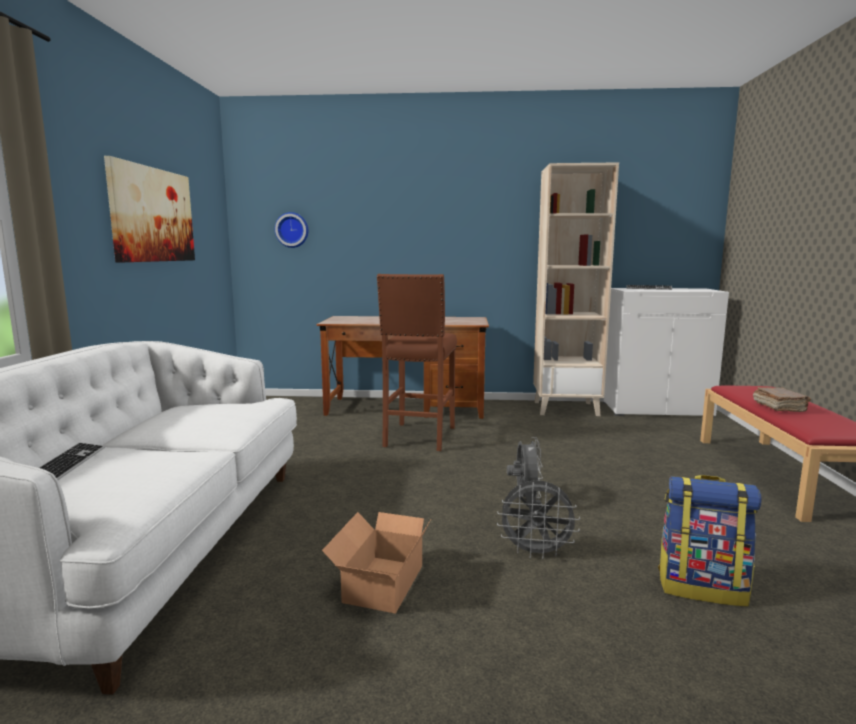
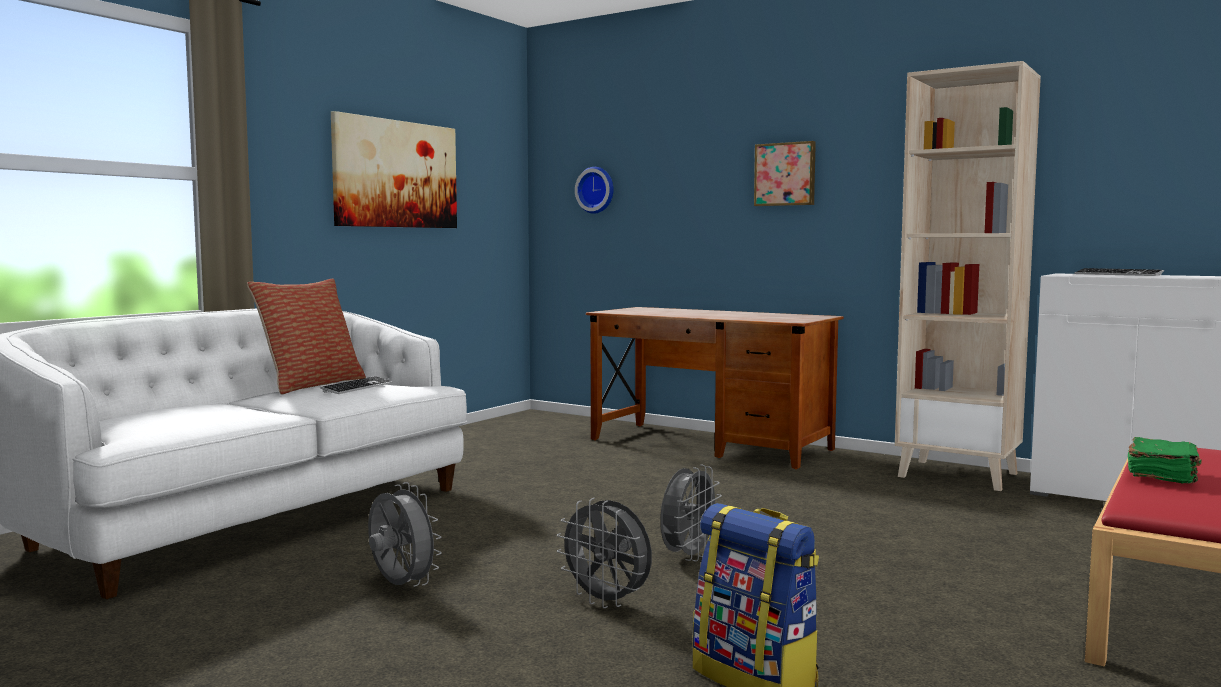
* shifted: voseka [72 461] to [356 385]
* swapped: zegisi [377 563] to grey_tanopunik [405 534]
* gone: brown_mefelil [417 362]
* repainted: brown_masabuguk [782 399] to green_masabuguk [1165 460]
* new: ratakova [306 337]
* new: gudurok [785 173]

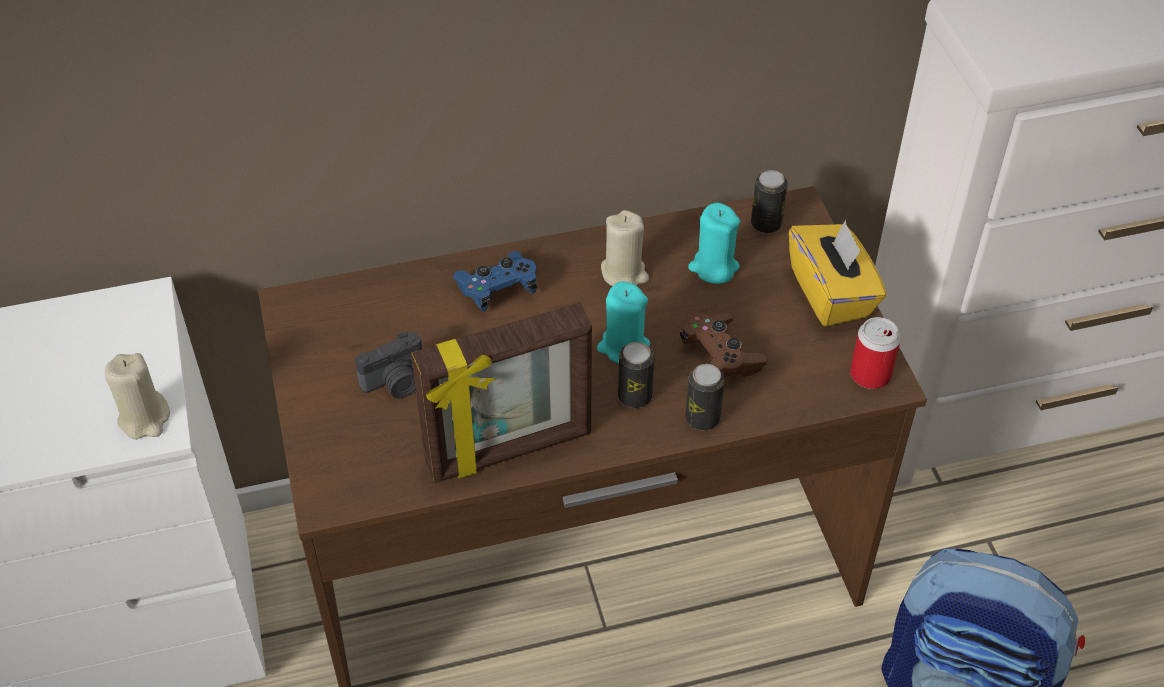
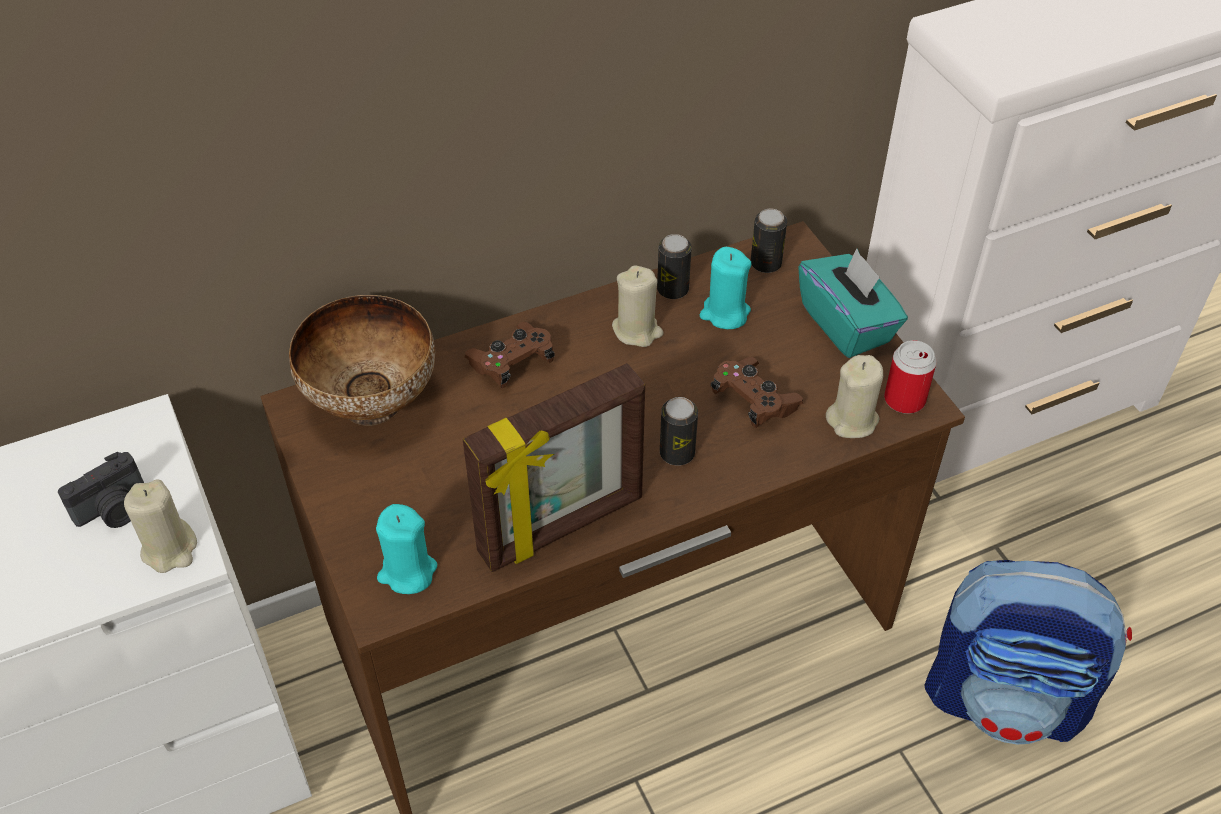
* shifted: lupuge [388 364] to [101 490]
* repainted: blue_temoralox [495 281] to brown_temoralox [509 355]
* shifted: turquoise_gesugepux [623 322] to [406 549]
* shifted: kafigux [705 397] to [674 266]
* repainted: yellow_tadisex [838 273] to turquoise_tadisex [853 303]
* new: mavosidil [362 360]
* new: beige_gesugepux [854 396]

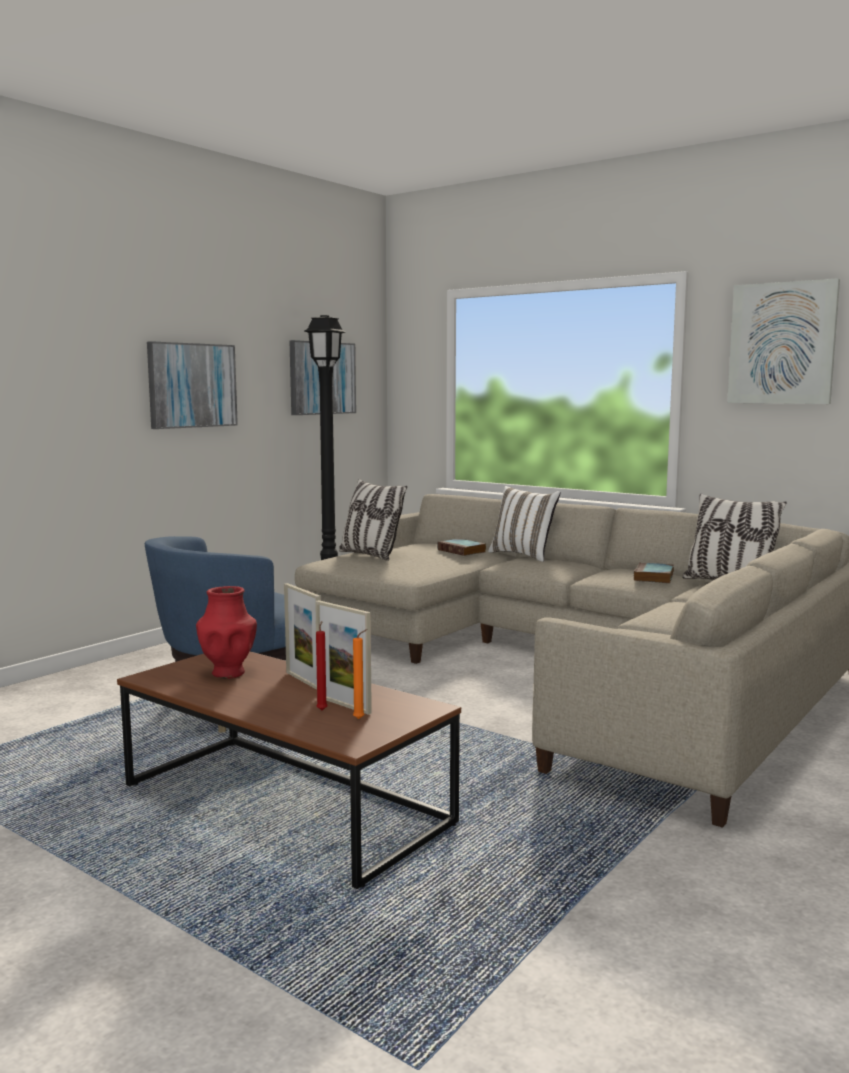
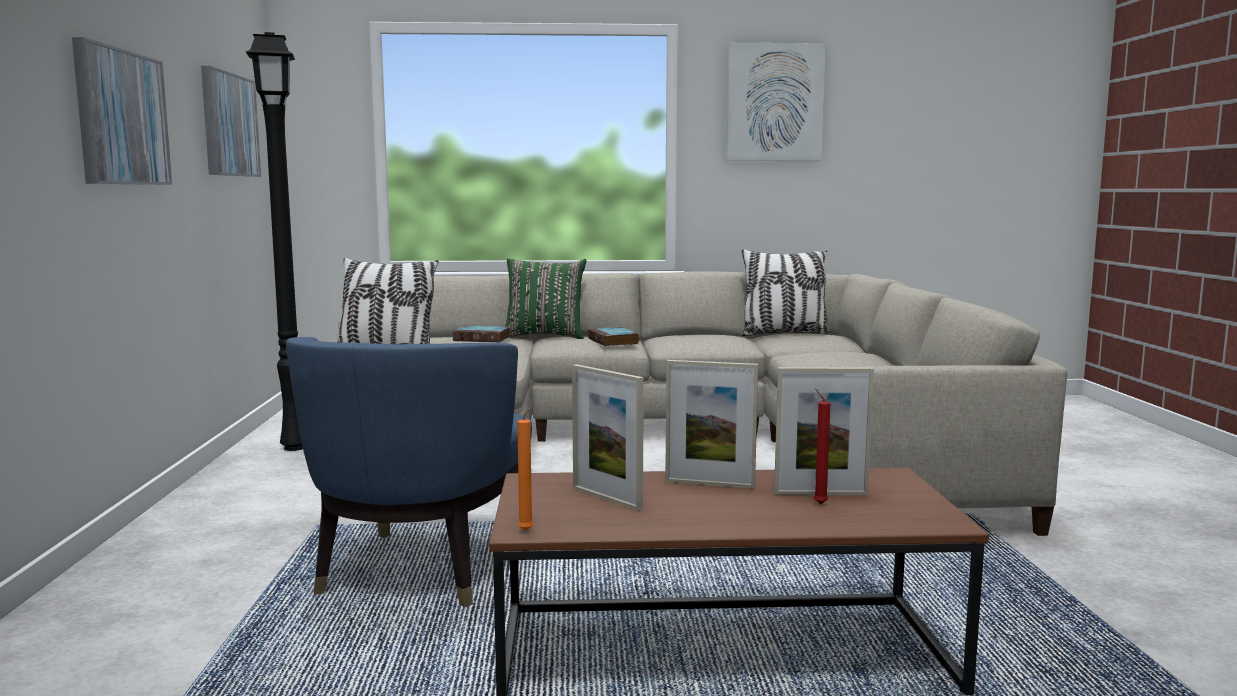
* swapped: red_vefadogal [226 632] to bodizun [608 437]
* shifted: orange_gesugepux [360 674] to [525 468]
* repainted: white_ratakova [524 524] to green_ratakova [545 298]
* shifted: masabuguk [654 572] to [613 336]

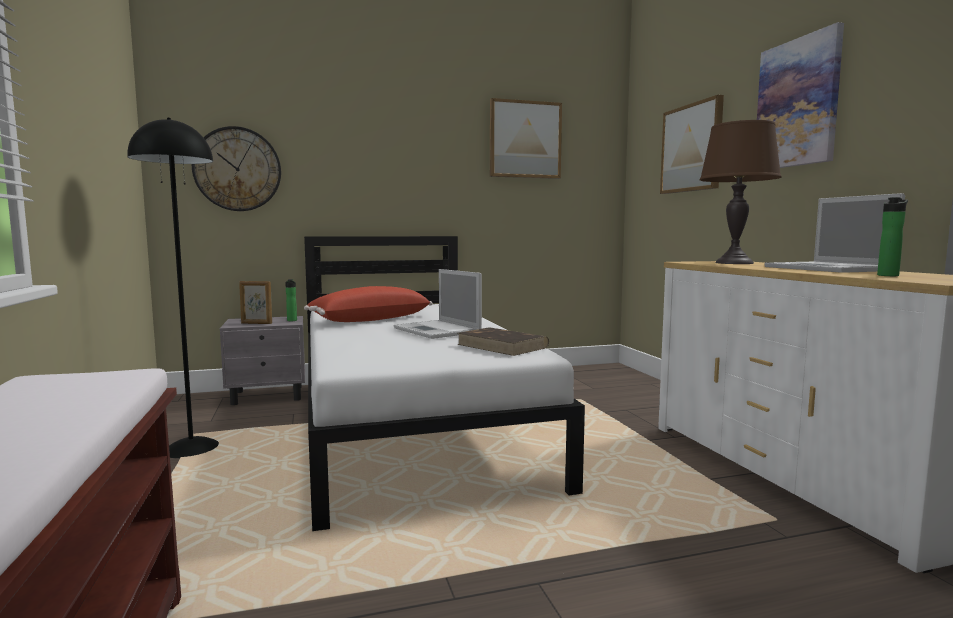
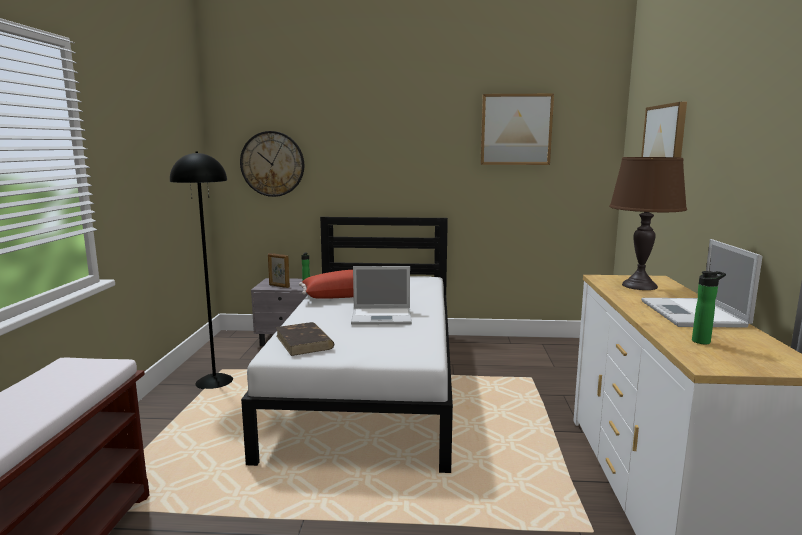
* rotated: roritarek [438 304] = [381 295] 75 degrees counterclockwise
* shifted: brown_masabuguk [503 341] to [305 339]
* gone: gudurok [800 95]

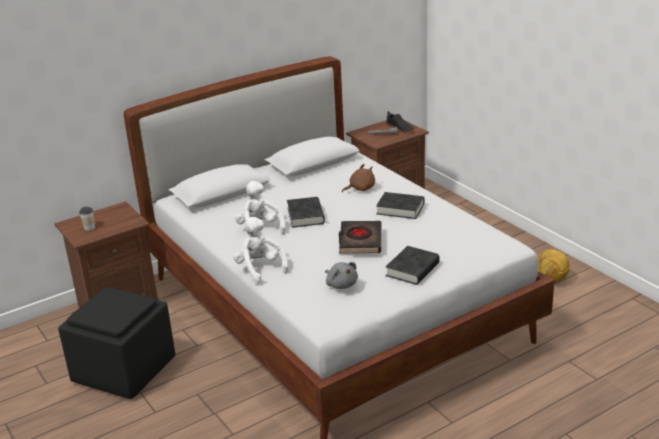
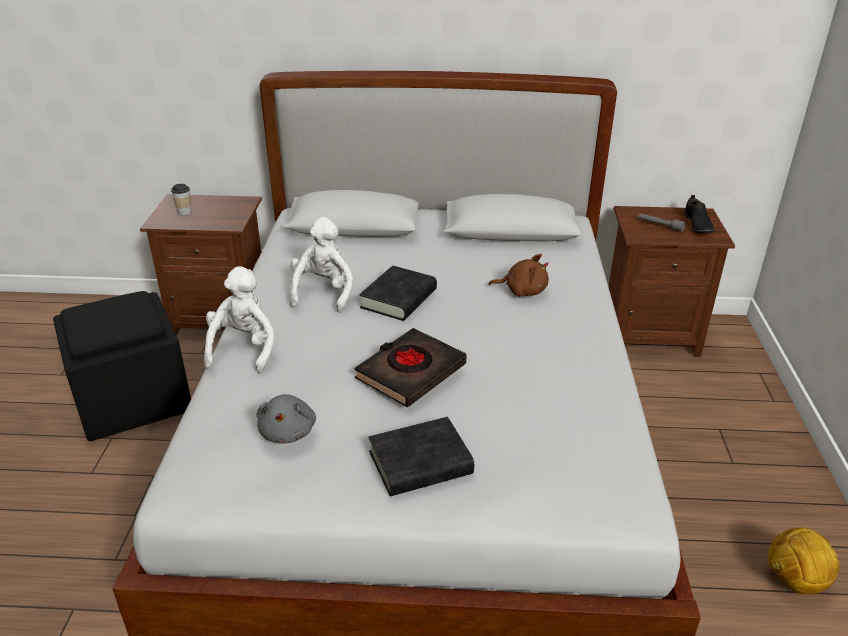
* gone: black_masabuguk [400 205]

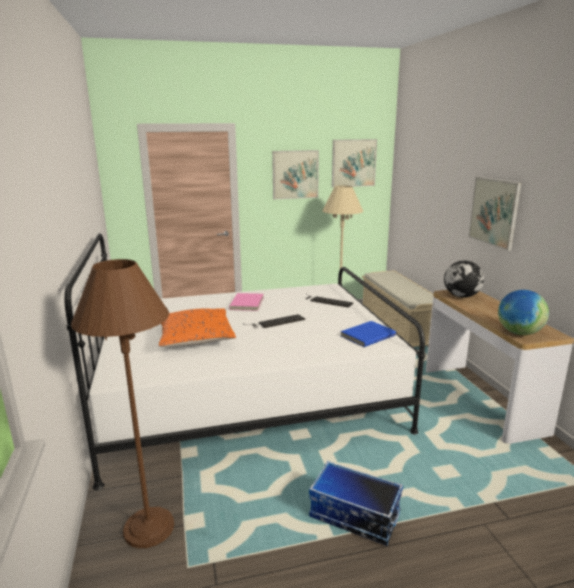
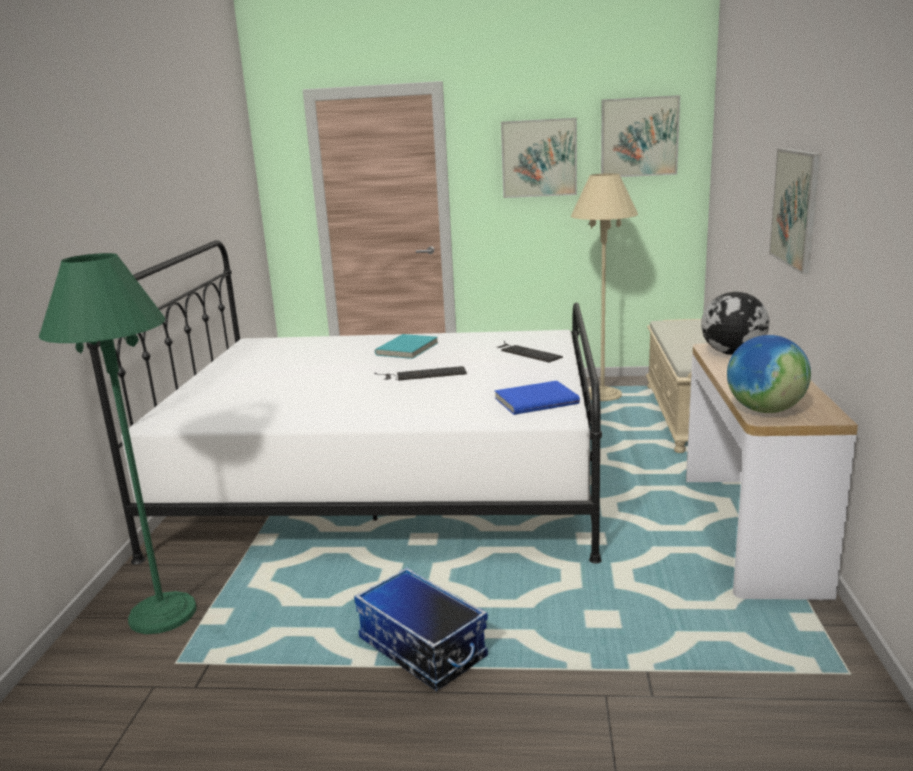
* repainted: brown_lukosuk [122 403] to green_lukosuk [117 443]
* gone: orange_ratakova [197 327]
* repainted: pink_masabuguk [246 302] to turquoise_masabuguk [406 346]

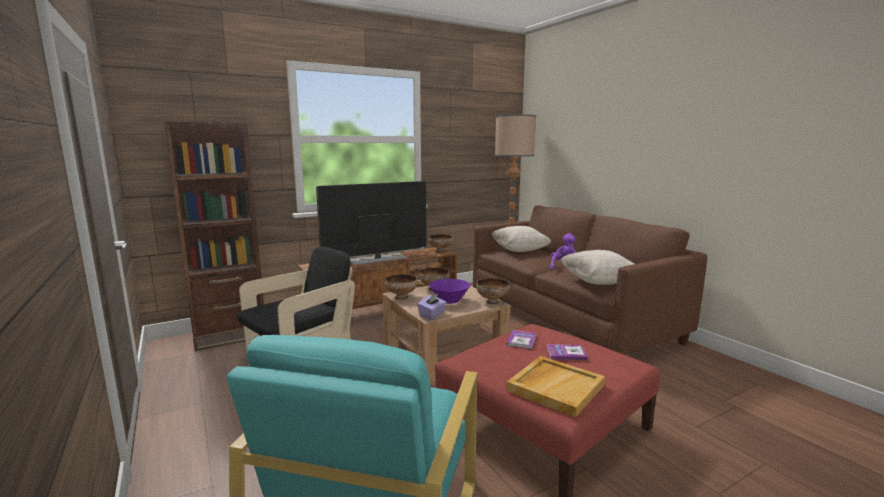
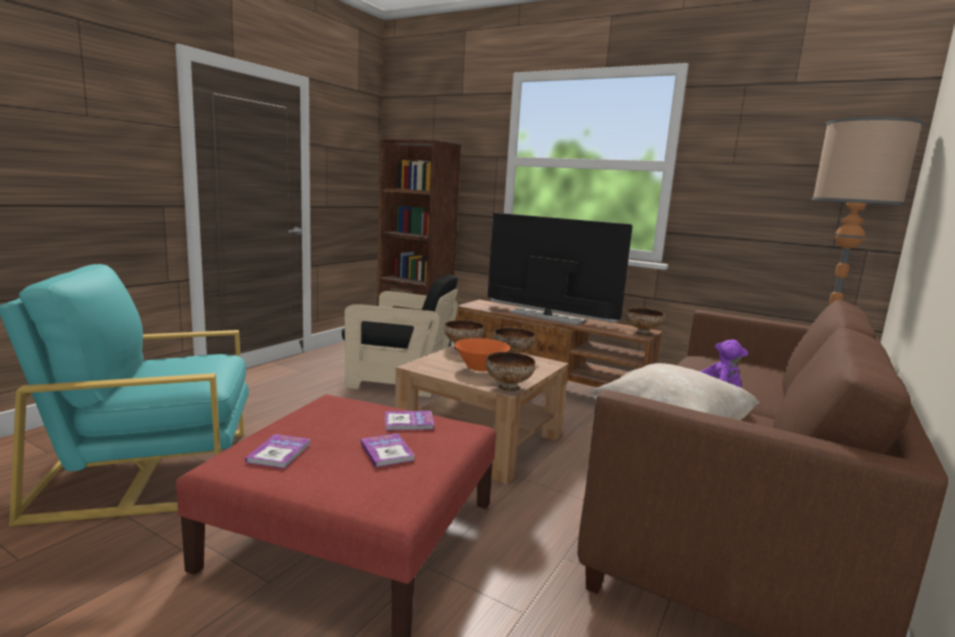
* gone: purple_tadisex [431 306]
* repainted: purple_mavosidil [449 291] to orange_mavosidil [482 354]
* gone: beige_ratakova [521 239]
* swapped: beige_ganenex [555 387] to masabuguk [277 451]

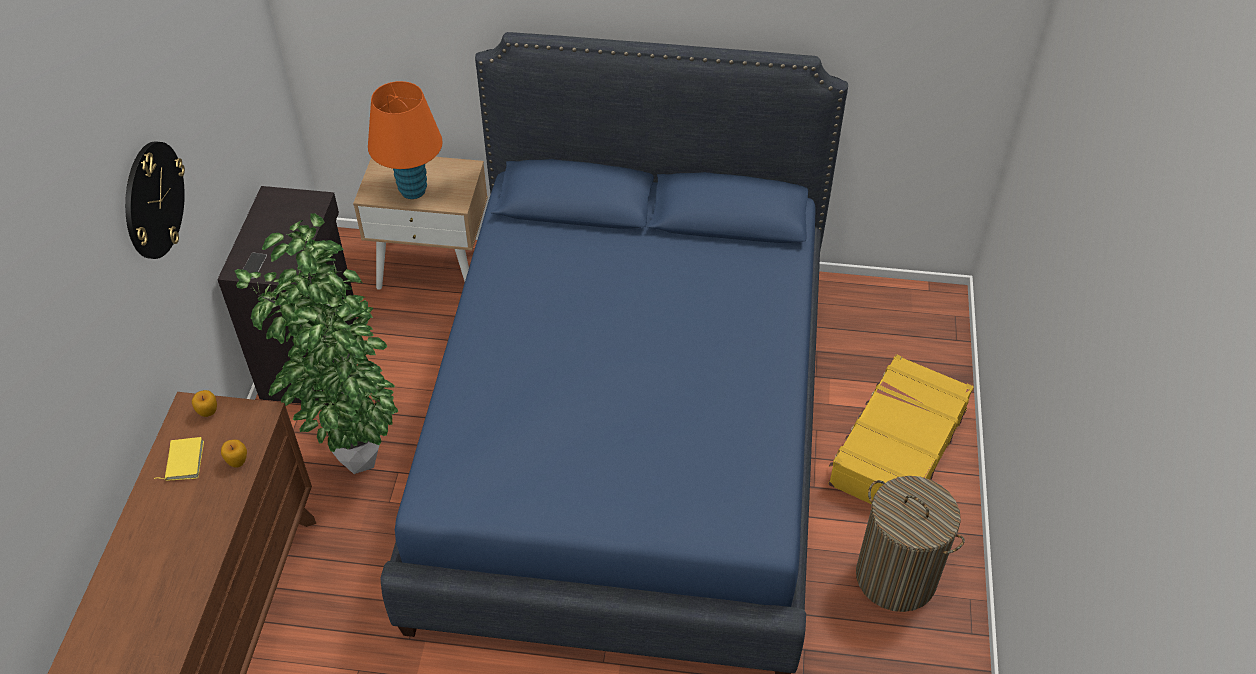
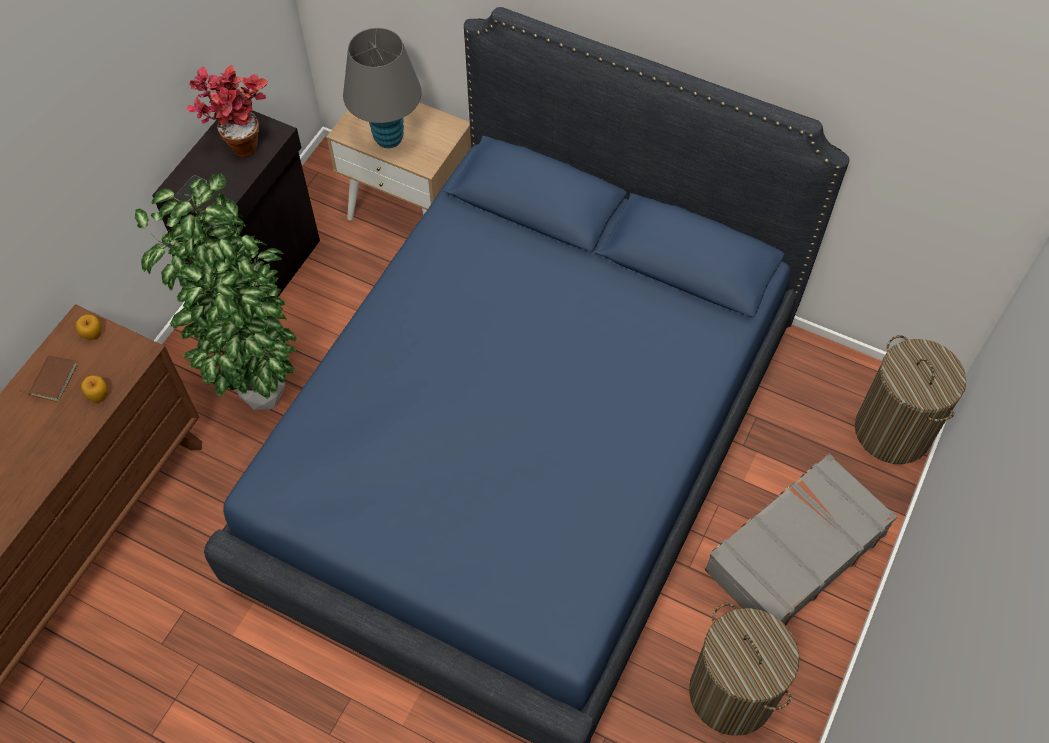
* gone: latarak [155 200]
* repainted: yellow_masabuguk [179 459] to brown_masabuguk [48 378]
* repainted: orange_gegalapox [405 140] to grey_gegalapox [382 88]
* repainted: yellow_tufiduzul [901 429] to grey_tufiduzul [801 539]
* new: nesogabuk [227 111]
* new: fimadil [910 399]

